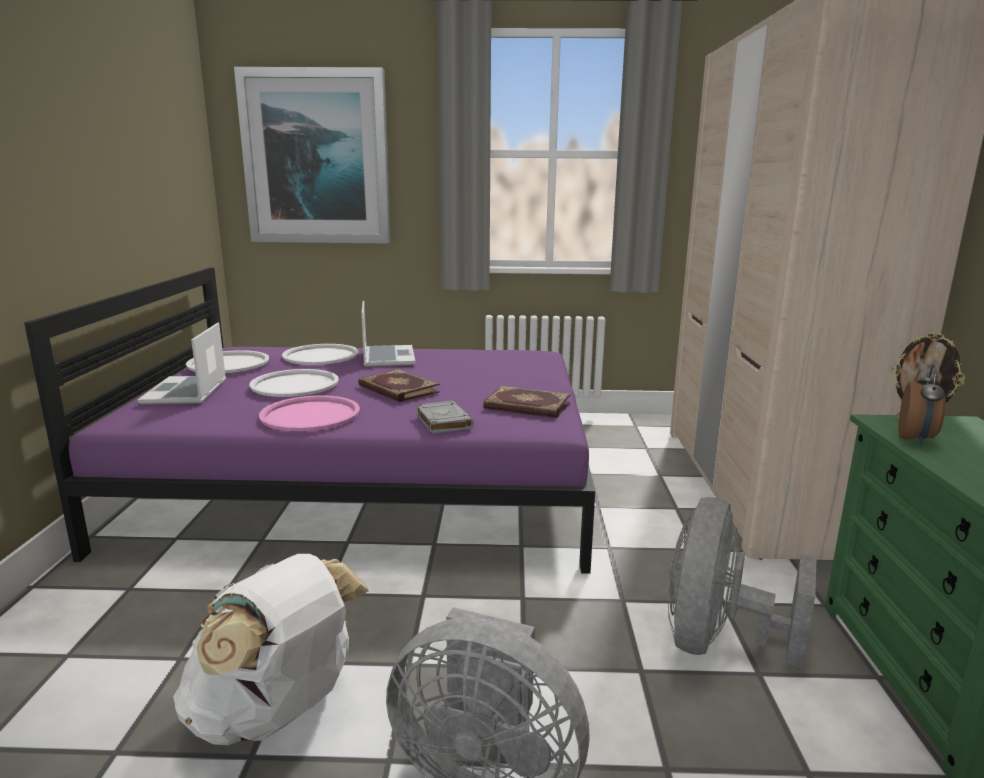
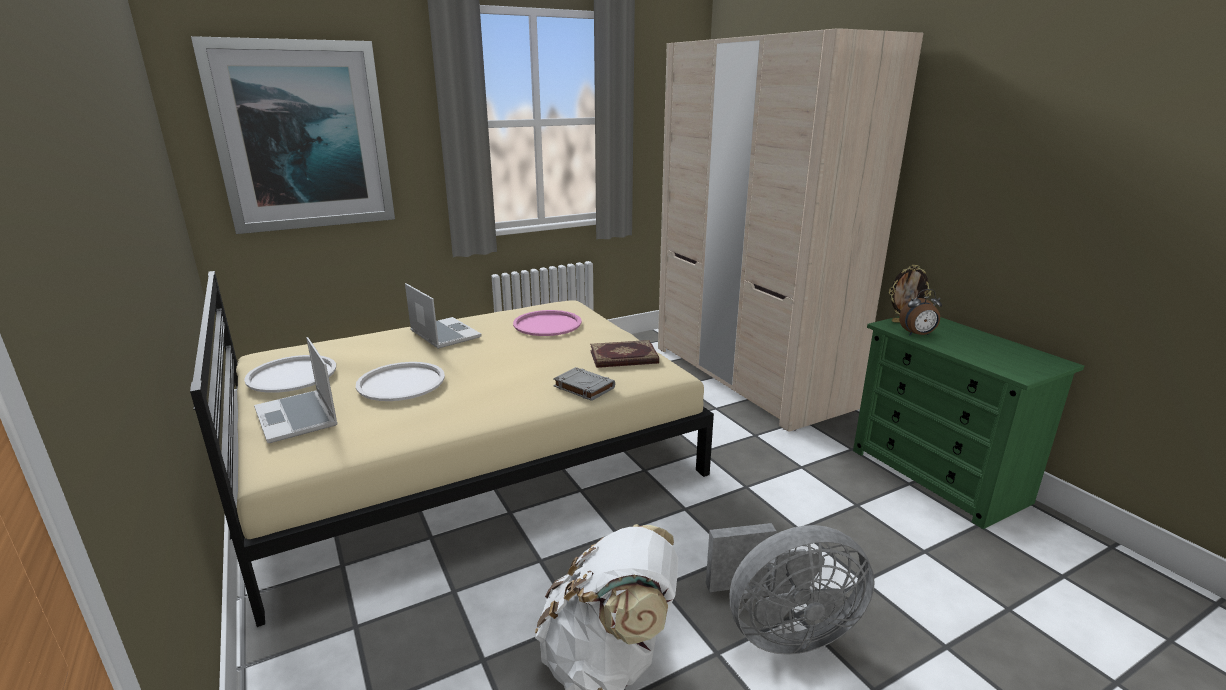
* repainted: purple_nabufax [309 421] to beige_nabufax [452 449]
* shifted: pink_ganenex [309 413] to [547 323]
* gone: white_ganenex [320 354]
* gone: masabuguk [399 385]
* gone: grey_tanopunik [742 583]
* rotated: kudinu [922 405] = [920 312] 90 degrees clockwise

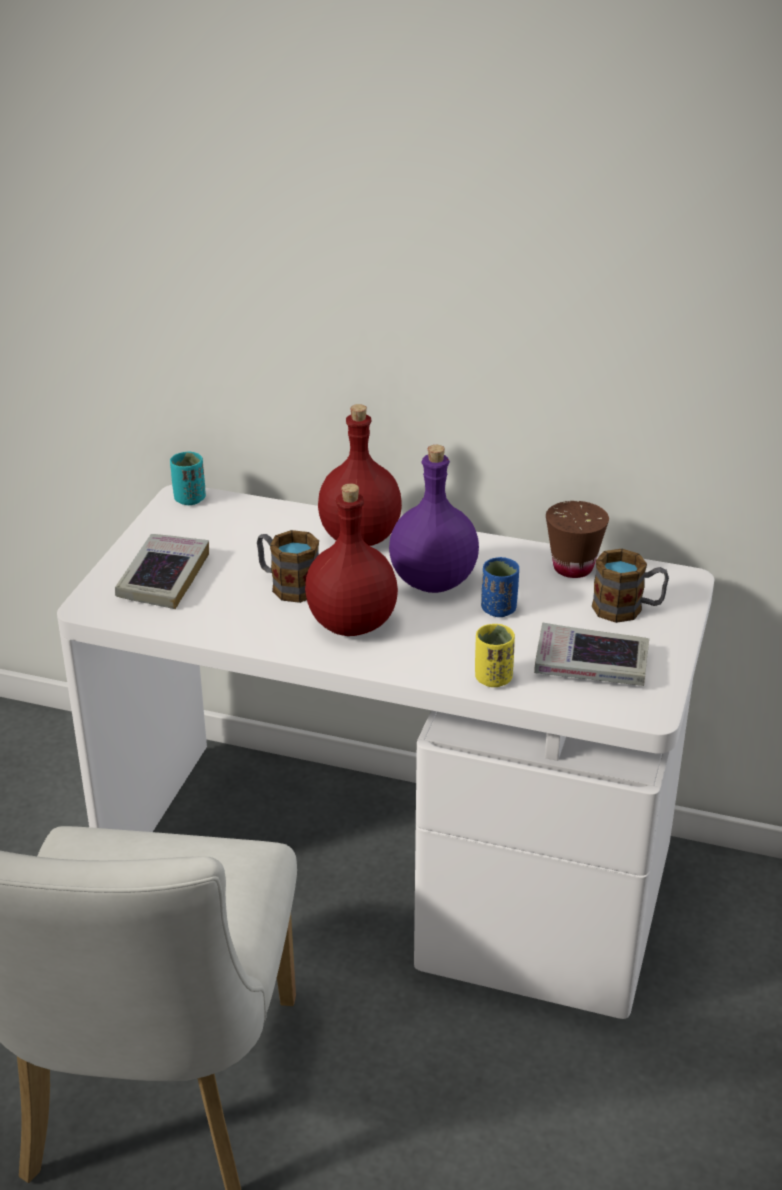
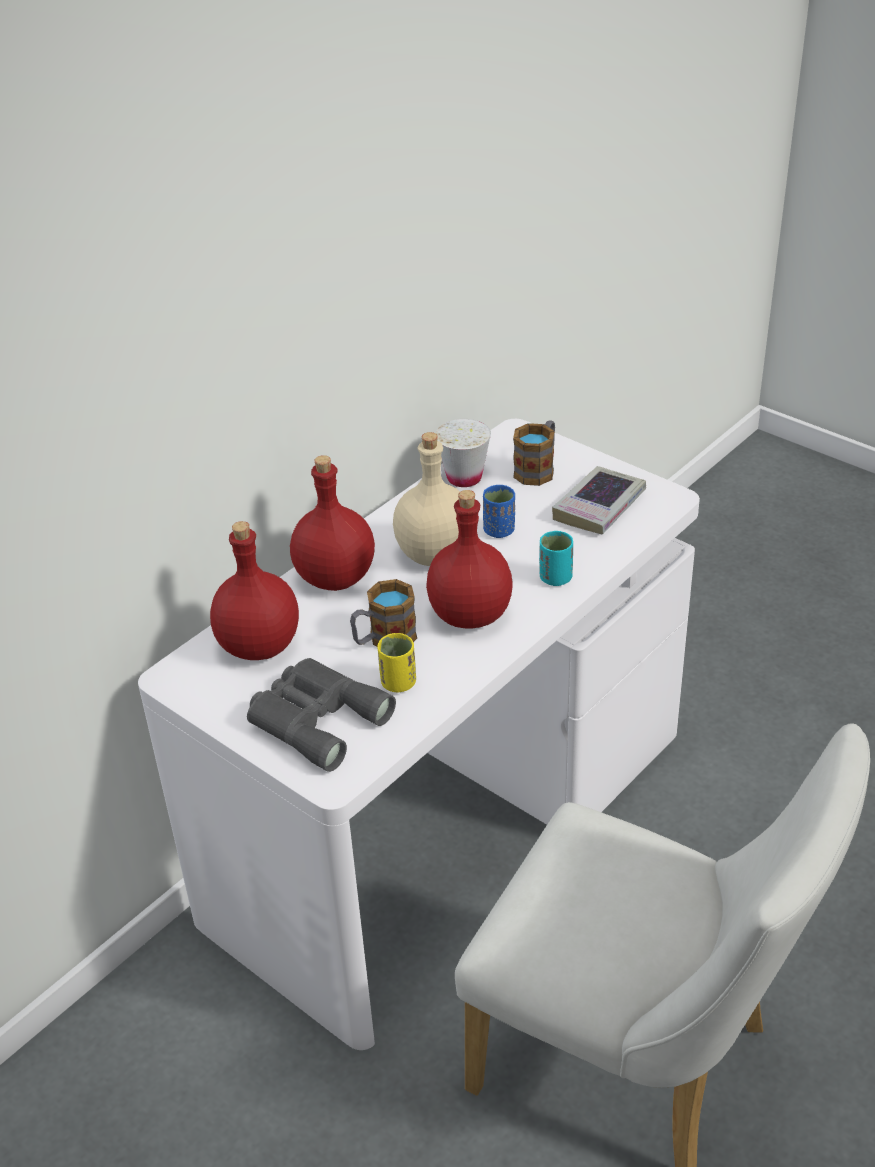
* swapped: masabuguk [162 571] to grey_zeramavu [321 715]
* shifted: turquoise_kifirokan [188 478] to [556 558]
* repainted: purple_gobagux [434 519] to beige_gobagux [426 499]
* shifted: yellow_kifirokan [495 655] to [396 662]
* repainted: brown_kifirokan [577 539] to white_kifirokan [463 453]
* new: red_gobagux [254 590]

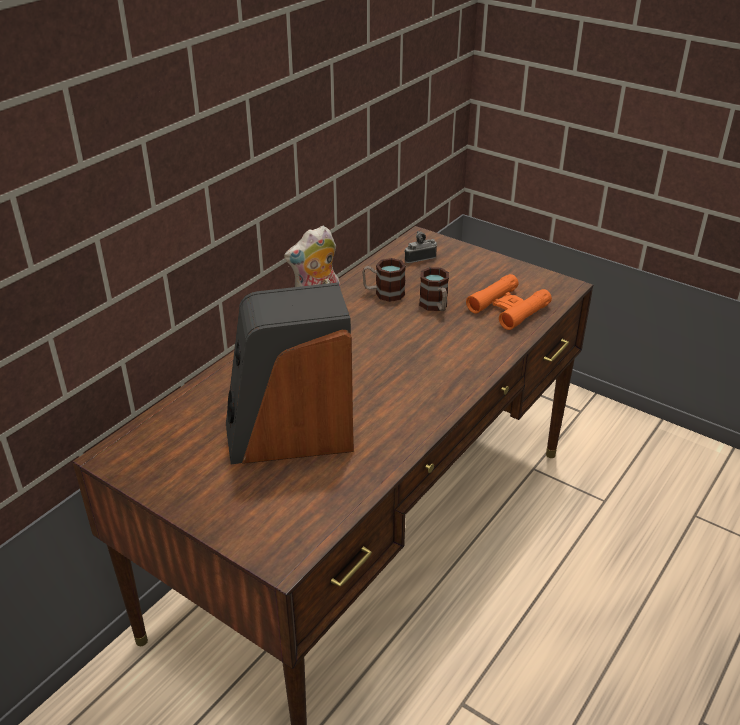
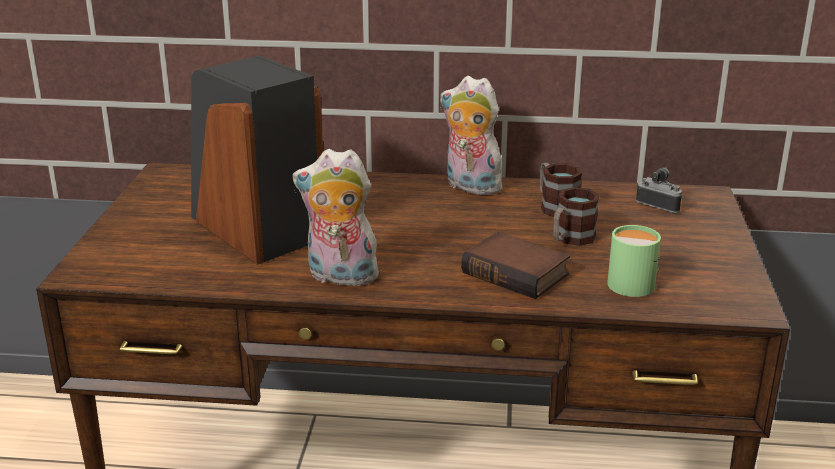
* swapped: orange_zeramavu [509 302] to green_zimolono [634 261]
* new: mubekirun [336 217]
* new: masabuguk [515 265]

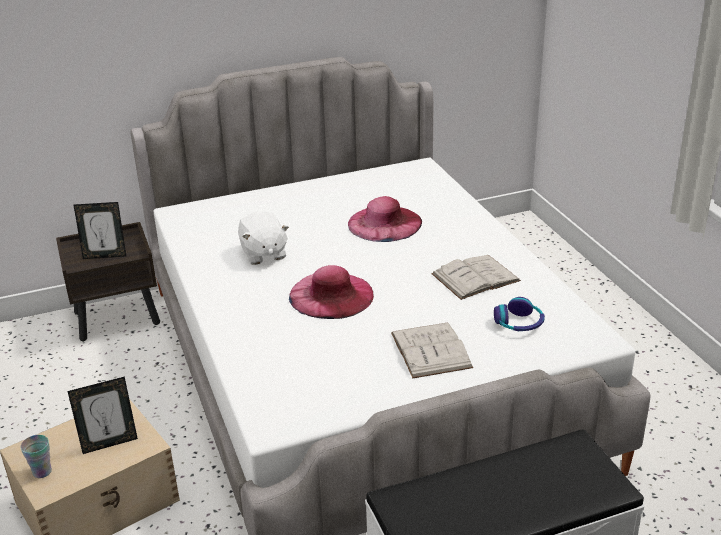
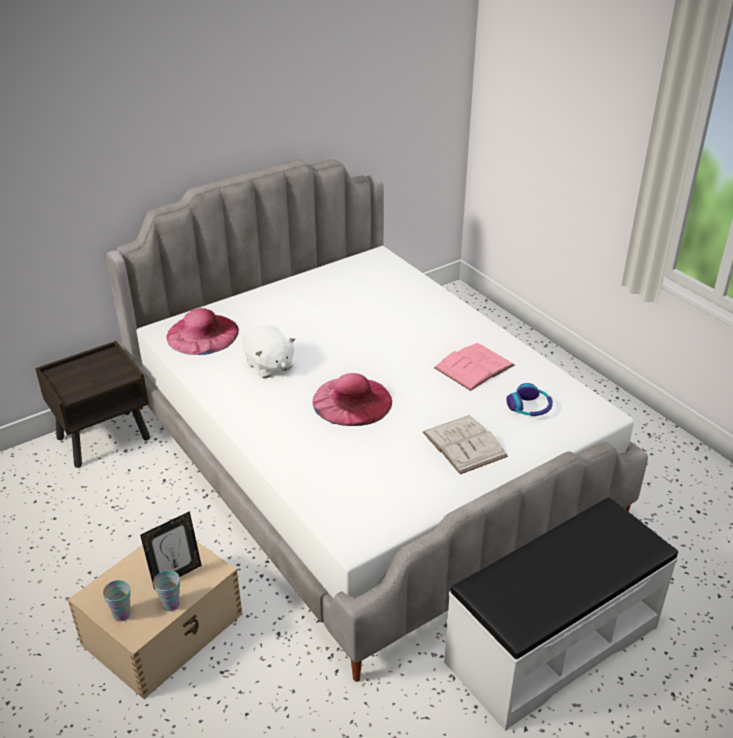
* gone: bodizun [100 230]
* shifted: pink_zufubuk [385 219] to [202 331]
* repainted: white_masabuguk [476 277] to pink_masabuguk [474 367]
* new: kifirokan [166 590]

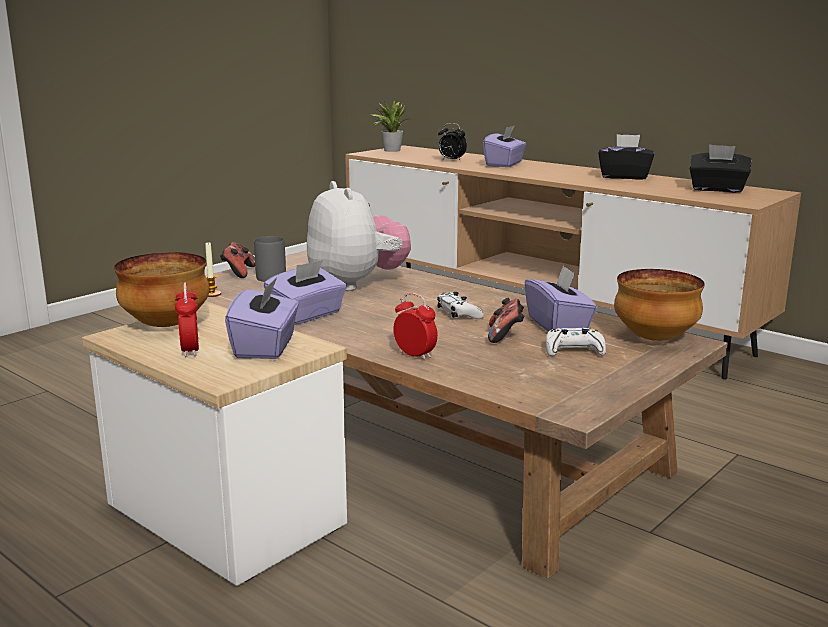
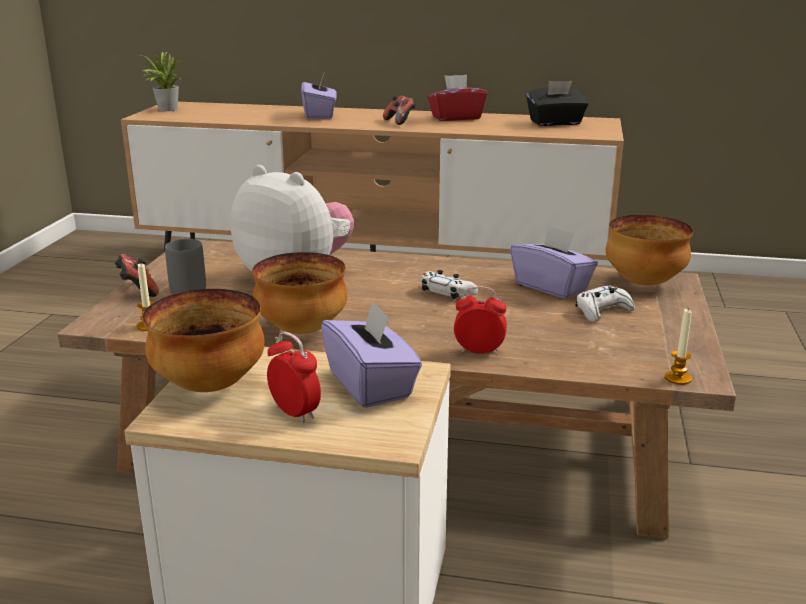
* swapped: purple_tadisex [305 292] to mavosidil [299 293]
* gone: kudinu [452 141]
* shifted: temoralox [506 320] to [399 110]
* repainted: black_tadisex [626 157] to red_tadisex [457 97]
* new: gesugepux [678 347]

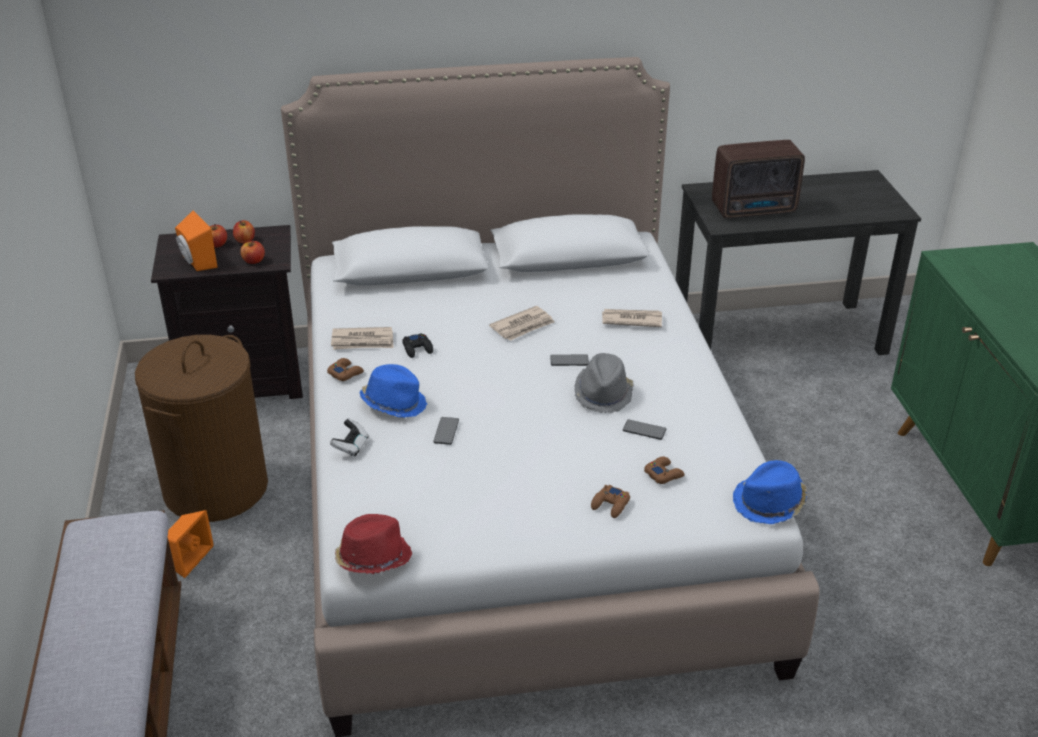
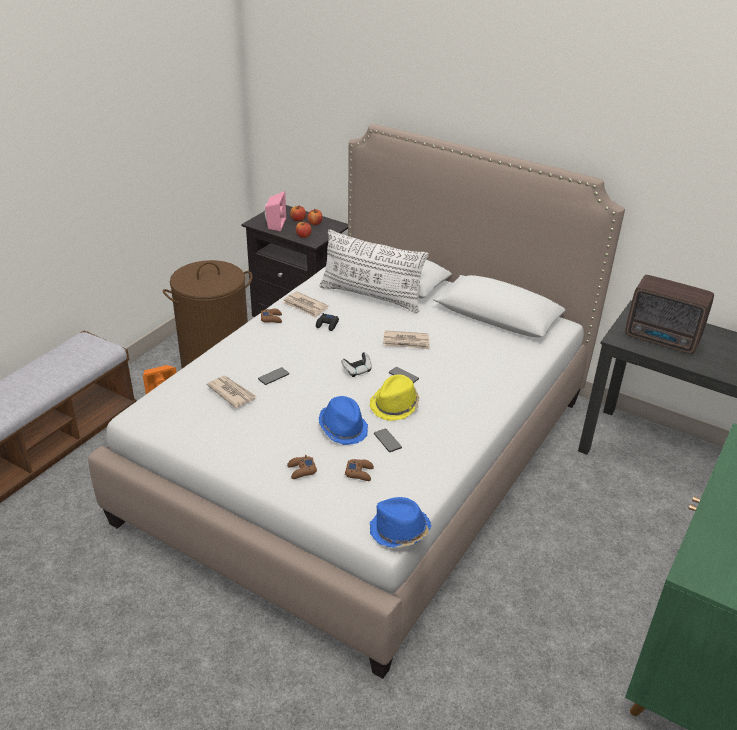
* repainted: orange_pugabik [196 241] to pink_pugabik [275 211]
* shifted: temoralox [349 437] to [356 364]
* gone: red_zufubuk [373 544]
* shifted: blue_zufubuk [393 391] to [343 420]
* repainted: grey_zufubuk [604 383] to yellow_zufubuk [394 397]
* shifted: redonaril [632 318] to [232 392]
* new: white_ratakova [374 271]

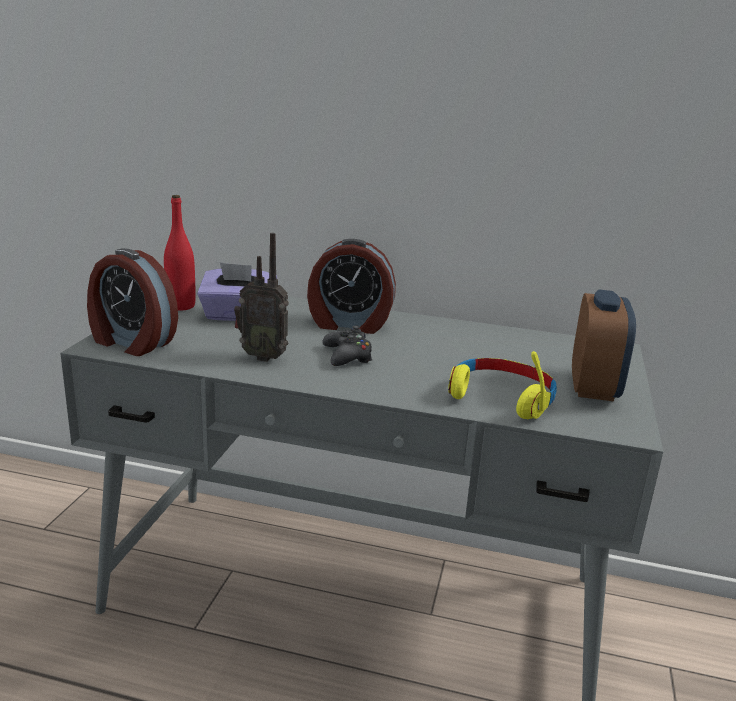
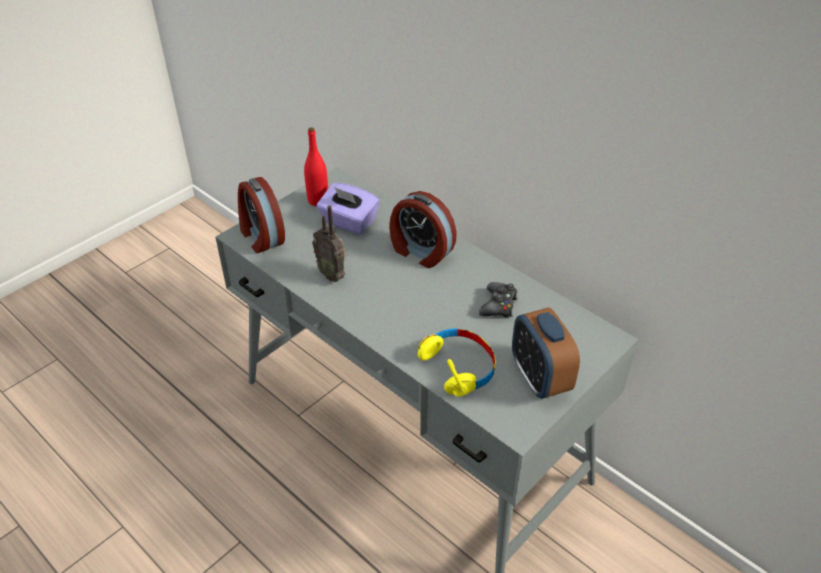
* shifted: black_temoralox [347 345] to [498 299]
* rotated: kudinu [604 345] = [546 353] 120 degrees clockwise

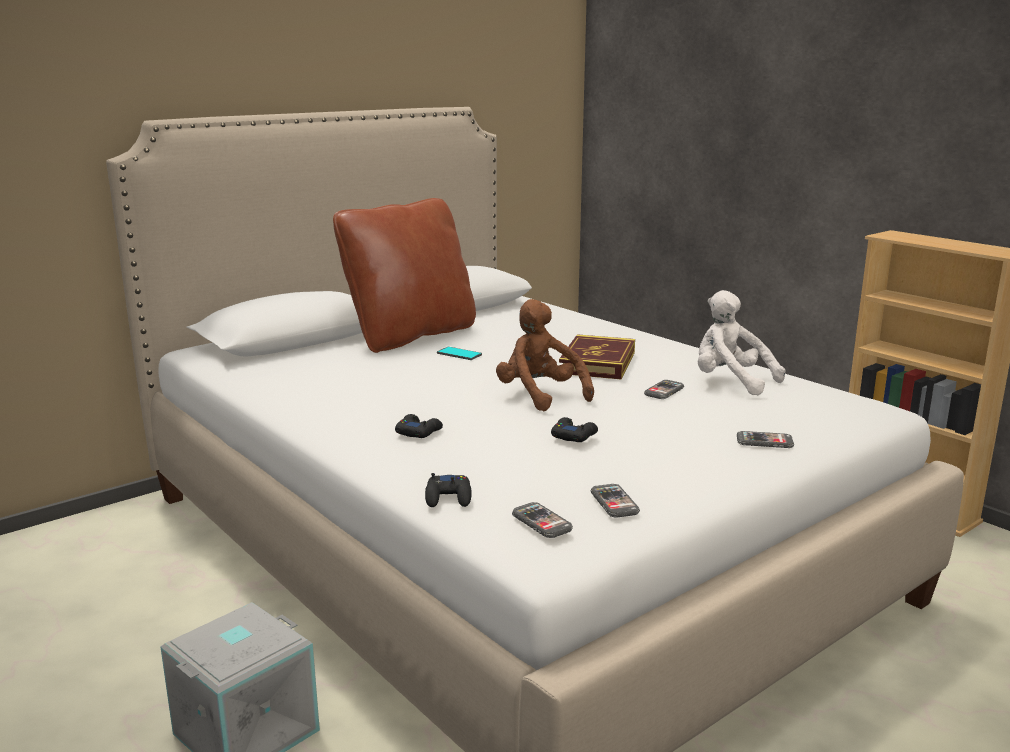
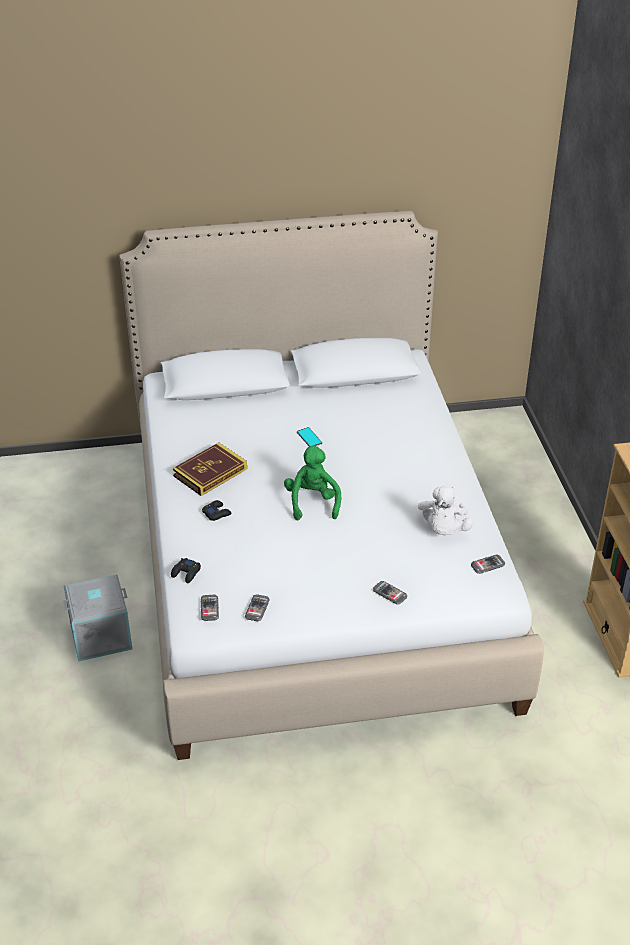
* gone: brown_ratakova [404 275]
* repainted: brown_mubekirun [545 355] to green_mubekirun [312 483]
* gone: black_temoralox [574 429]
* shifted: masabuguk [597 356] to [210 469]
* shifted: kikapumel [664 389] to [488 564]
* rotated: white_mubekirun [741 342] = [446 510] 150 degrees counterclockwise

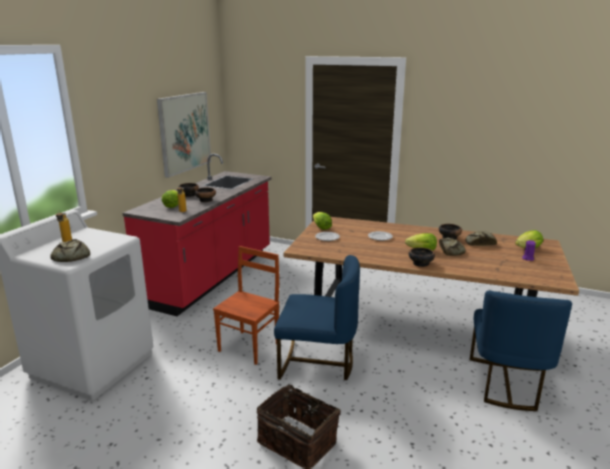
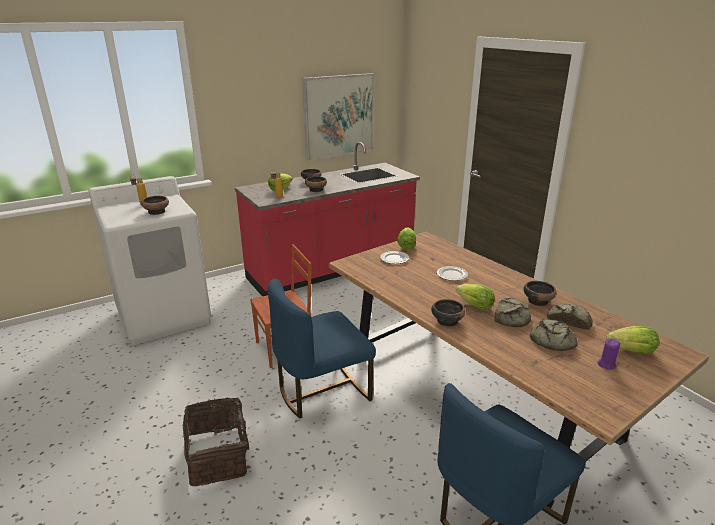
* shifted: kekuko [70 250] to [554 335]
* rotated: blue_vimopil [317 317] = [322 349] 105 degrees clockwise
* new: mavosidil [155 205]

